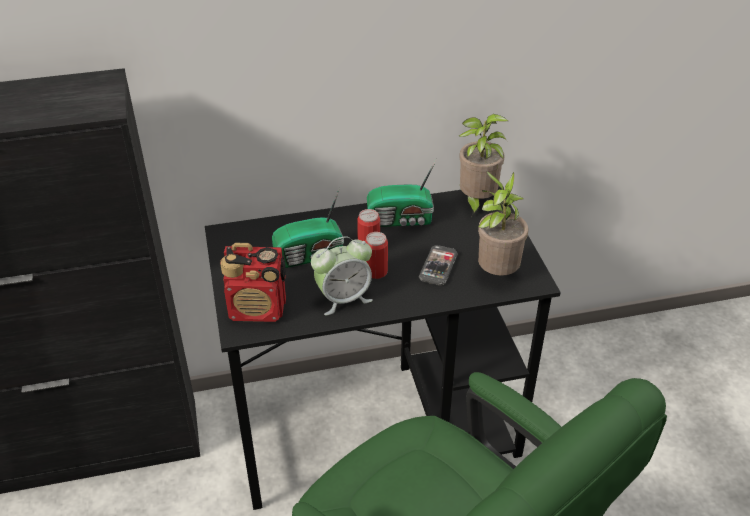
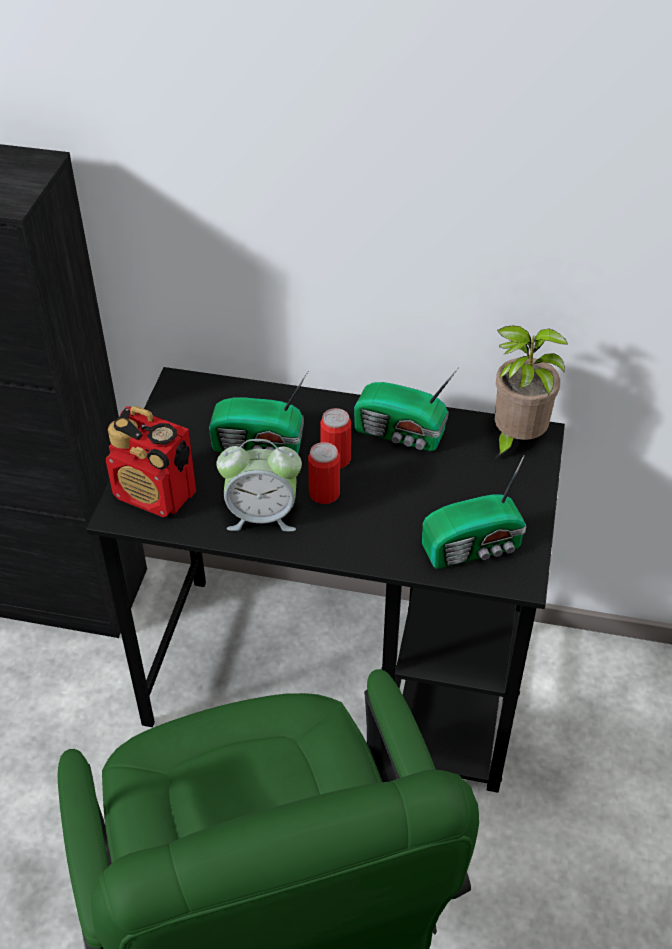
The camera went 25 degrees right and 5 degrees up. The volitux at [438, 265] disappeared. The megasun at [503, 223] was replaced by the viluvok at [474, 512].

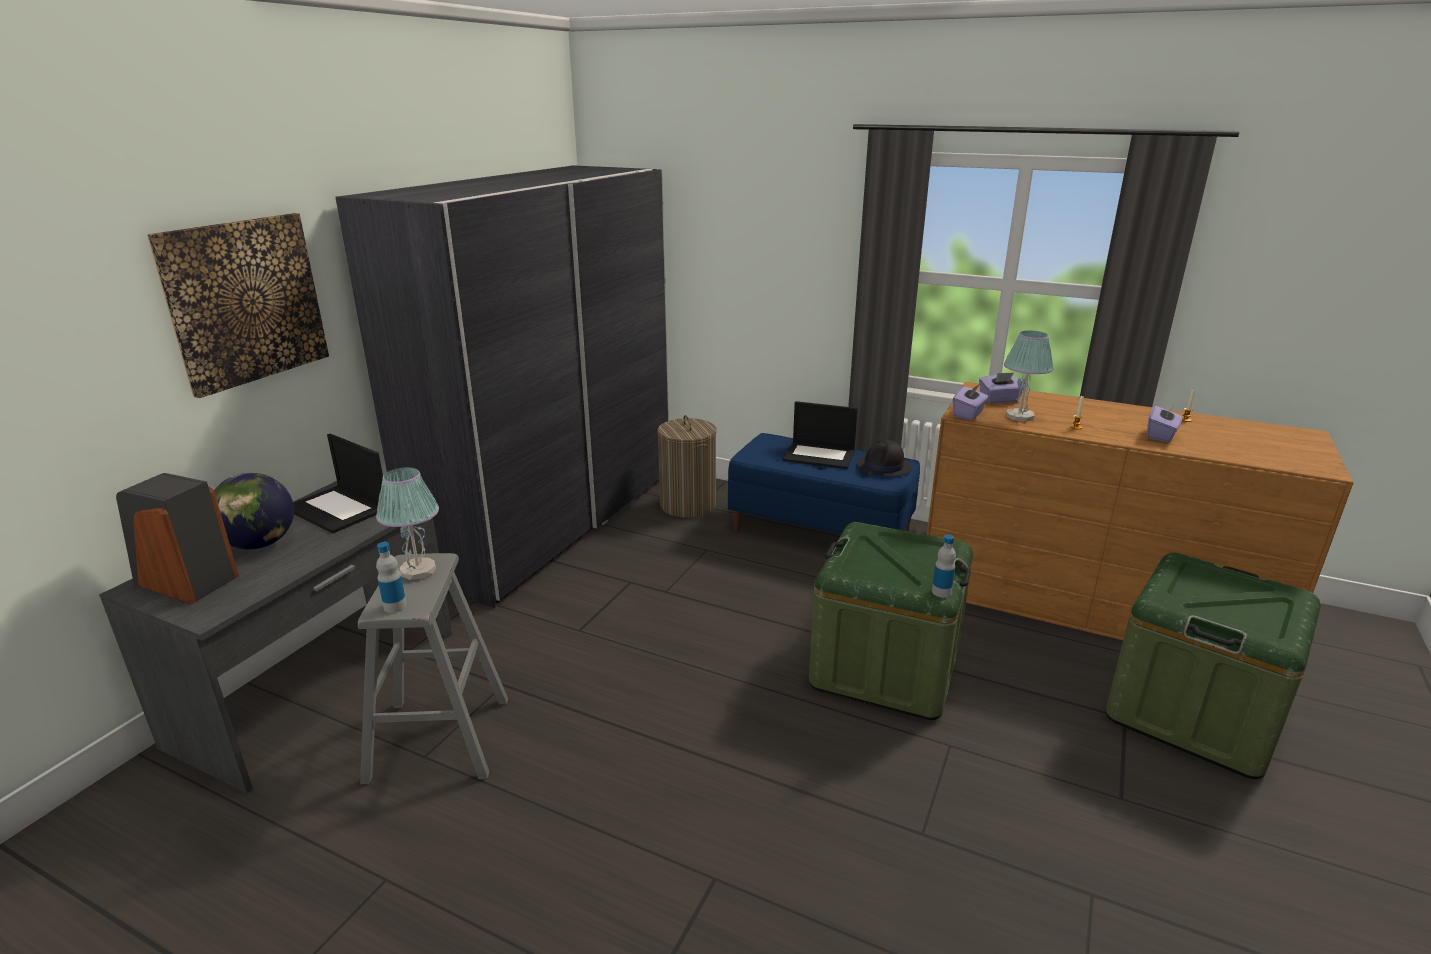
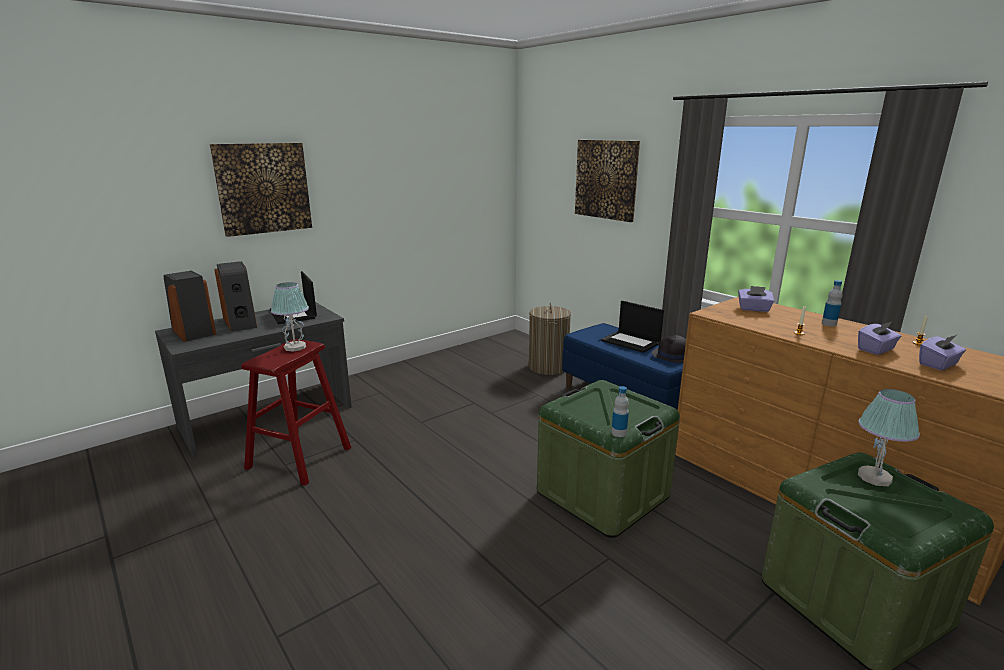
The camera went 25 degrees right and 5 degrees down. The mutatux at [254, 511] was replaced by the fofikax at [235, 296]. The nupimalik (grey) at [502, 386] disappeared. The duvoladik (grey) at [433, 668] became the duvoladik (red) at [296, 412]. The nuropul moved from [391, 577] to [832, 303]. The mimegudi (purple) moved from [970, 402] to [942, 352]. The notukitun moved from [1029, 376] to [889, 437]. The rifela at [607, 181] appeared.

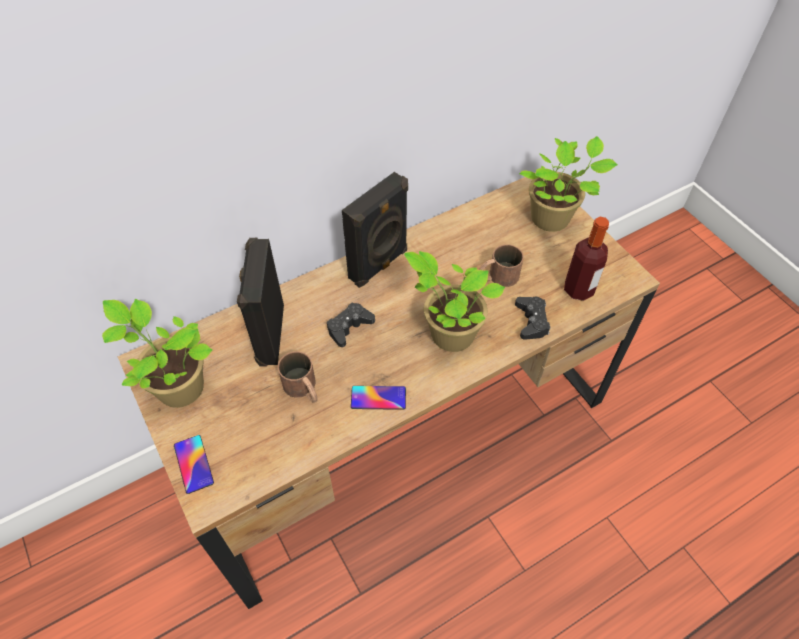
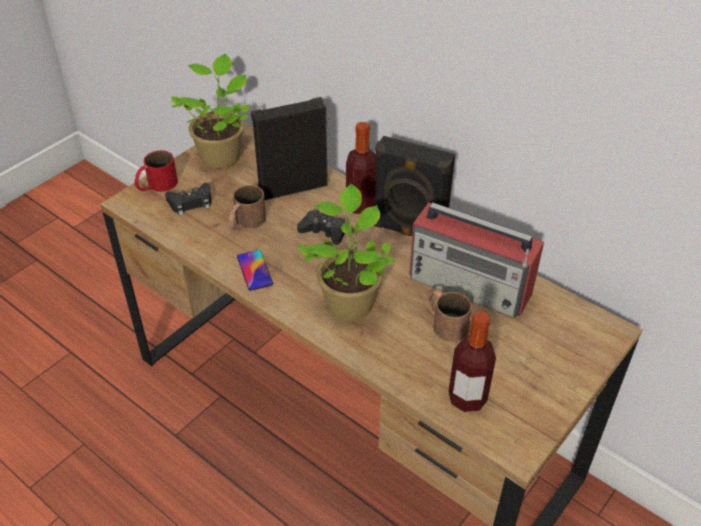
The camera went 70 degrees right and 10 degrees down. The volitux at [194, 464] was replaced by the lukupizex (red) at [156, 171]. The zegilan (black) moved from [532, 318] to [188, 199]. The megasun at [568, 184] disappeared. The nuropul at [361, 168] appeared. The viluvok at [476, 260] appeared.

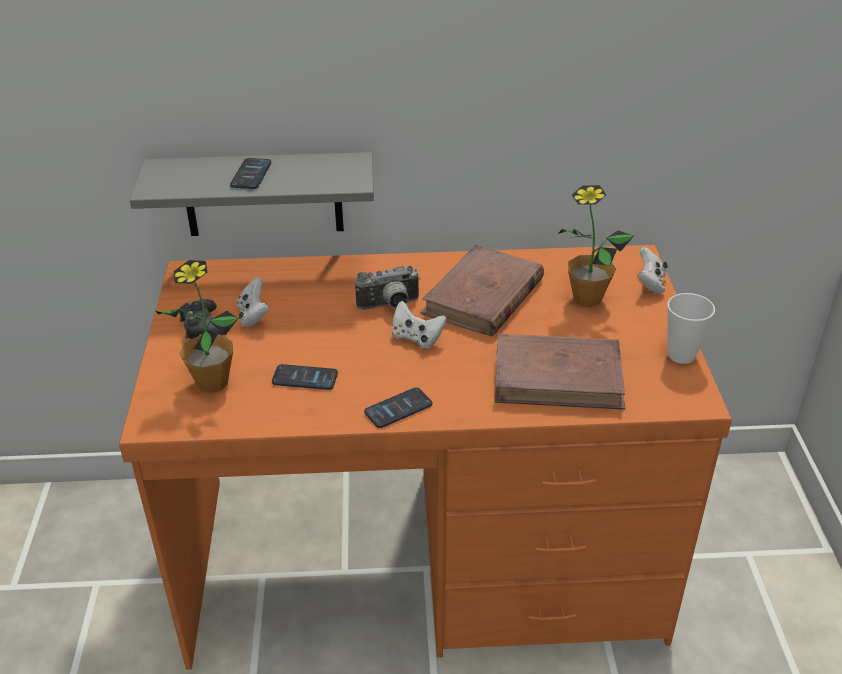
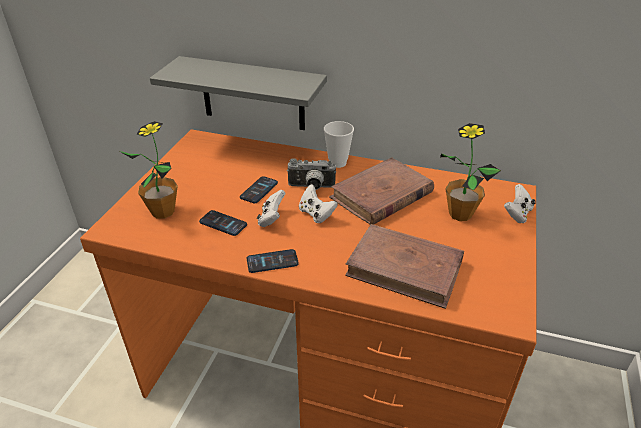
The camera went 20 degrees right and 0 degrees up. The zegilan (black) at [201, 319] disappeared. The volitux moved from [250, 173] to [259, 189]. The zegilan (white) moved from [253, 302] to [271, 208]. The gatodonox moved from [691, 328] to [339, 144].

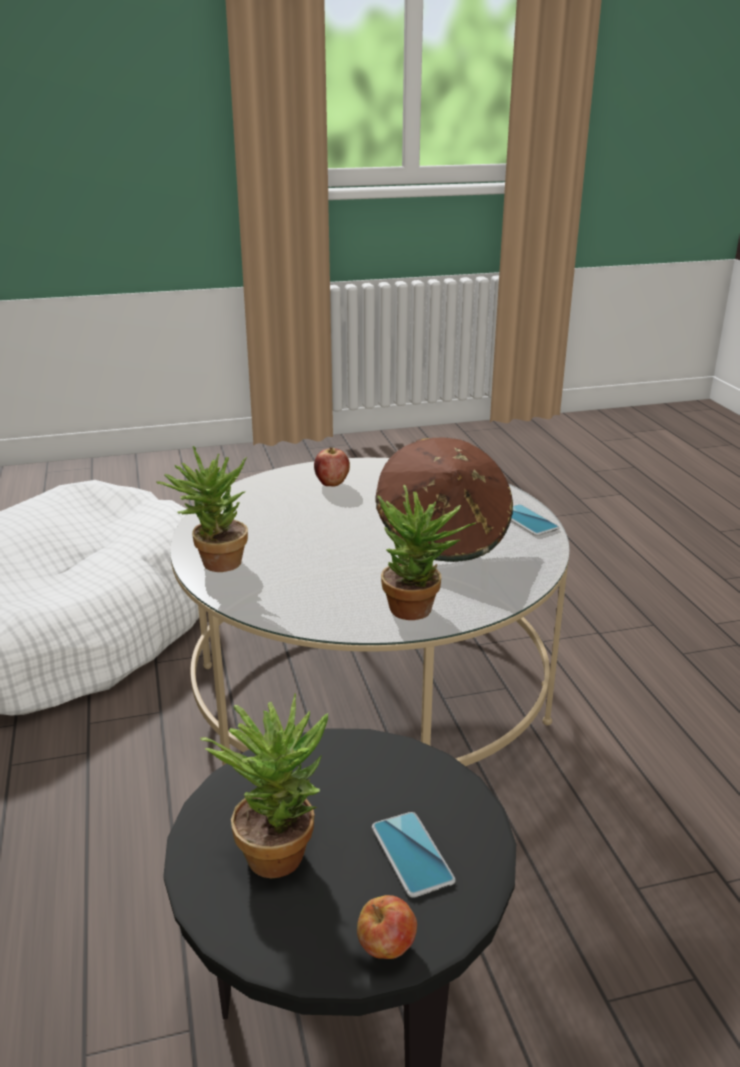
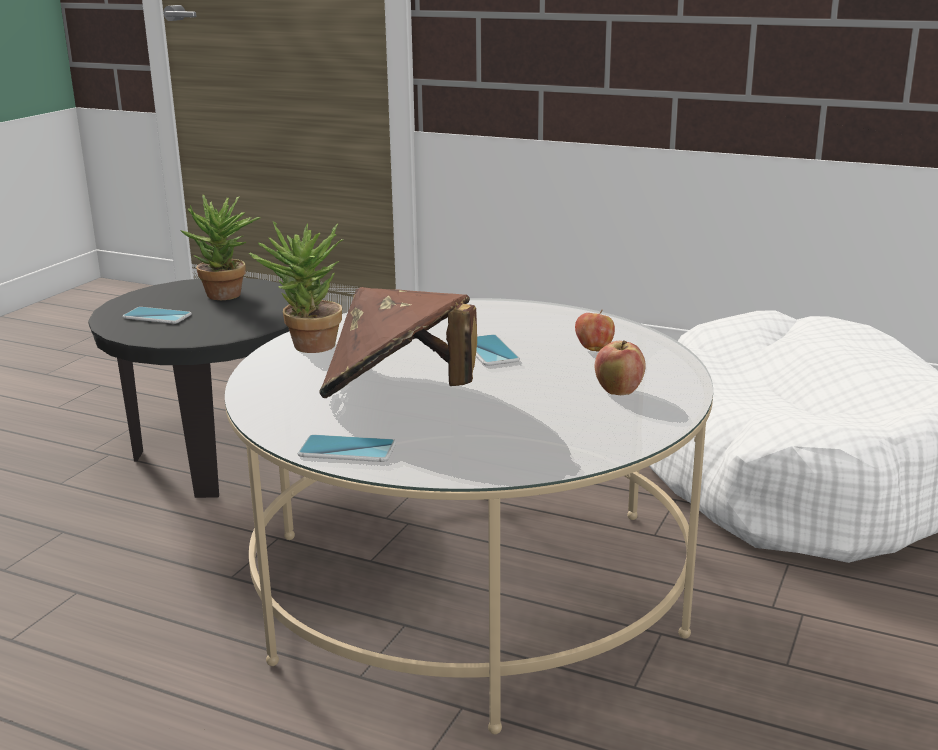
The camera went 130 degrees right and 5 degrees down. The megasun at [202, 509] disappeared. The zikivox moved from [387, 927] to [595, 330]. The volitux at [498, 350] appeared.

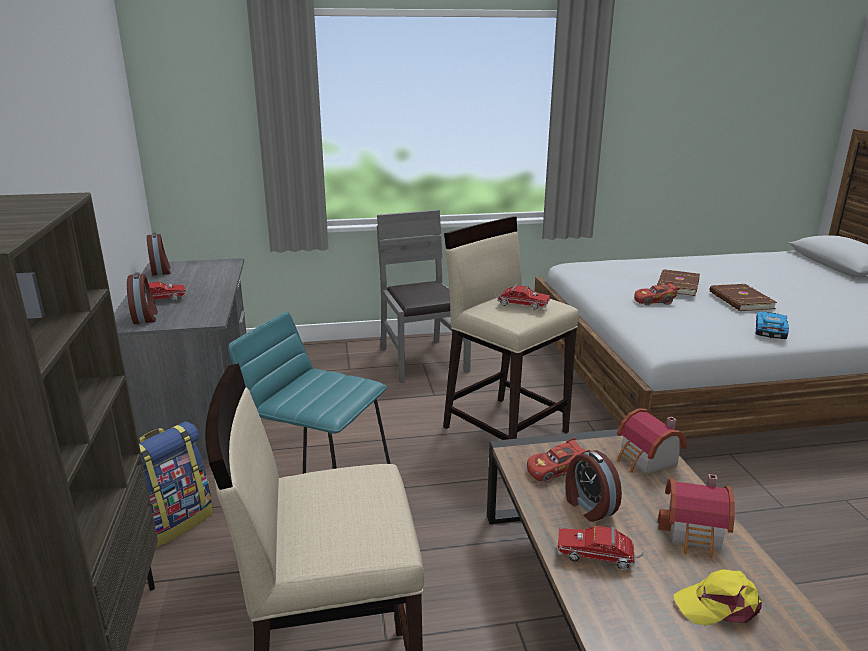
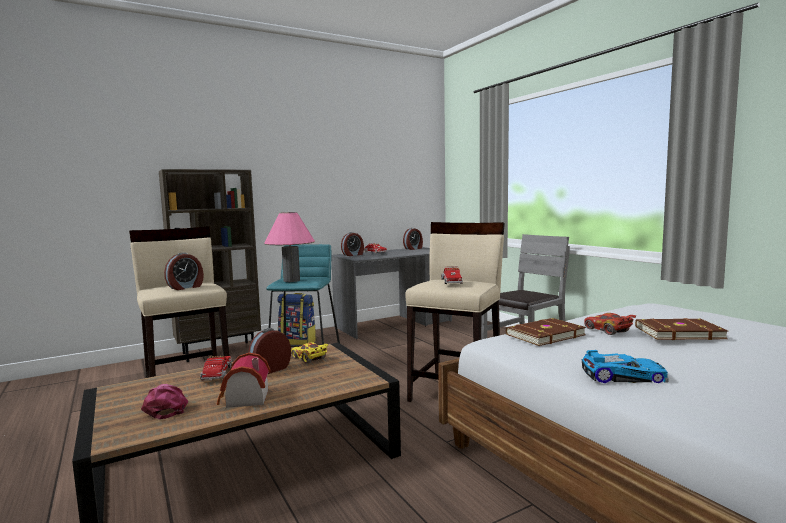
The camera went 70 degrees right and 15 degrees down. The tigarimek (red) at [558, 460] became the tigarimek (yellow) at [309, 352]. The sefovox at [652, 441] disappeared. The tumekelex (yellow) at [717, 597] became the tumekelex (pink) at [164, 401]. The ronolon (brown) moved from [743, 297] to [546, 332]. The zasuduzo at [184, 271] appeared. The notukitun (pink) at [289, 247] appeared.

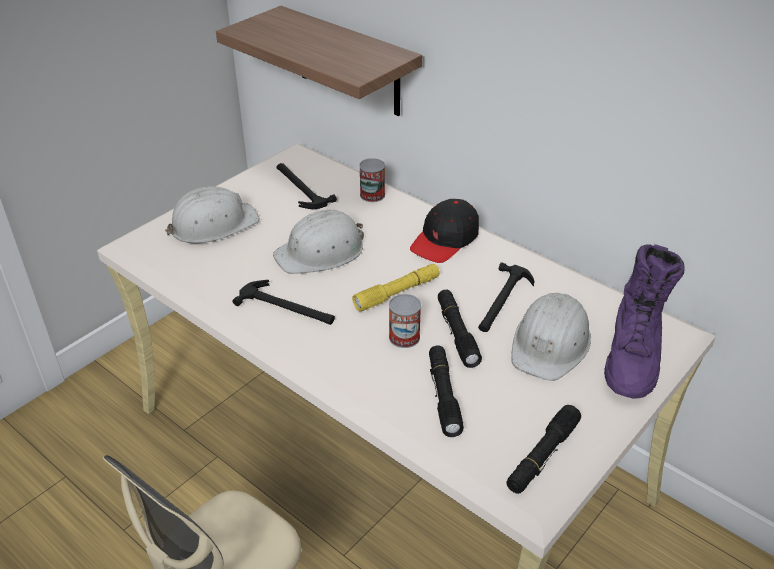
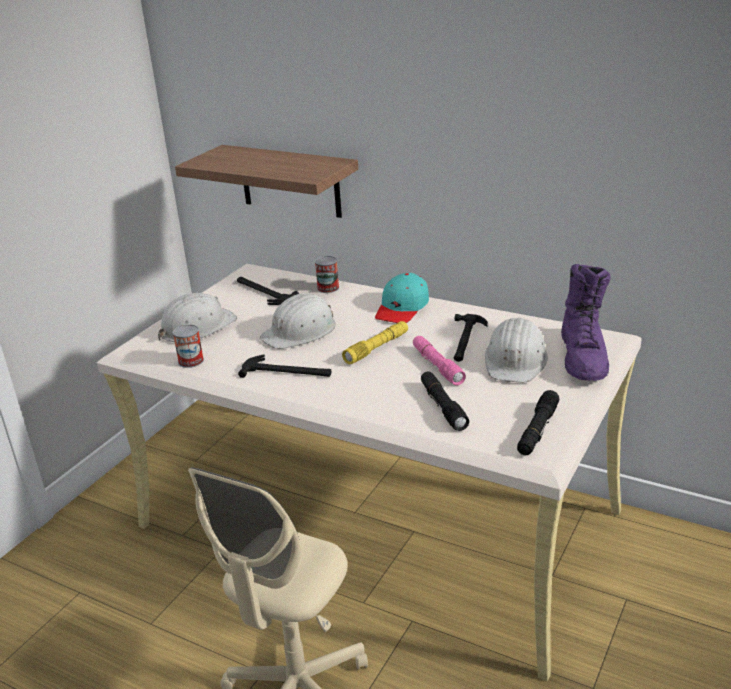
The camera went 10 degrees left and 10 degrees down. The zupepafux moved from [405, 321] to [188, 346]. The tumekelex (black) at [444, 231] became the tumekelex (turquoise) at [402, 298]. The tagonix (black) at [460, 329] became the tagonix (pink) at [439, 360].

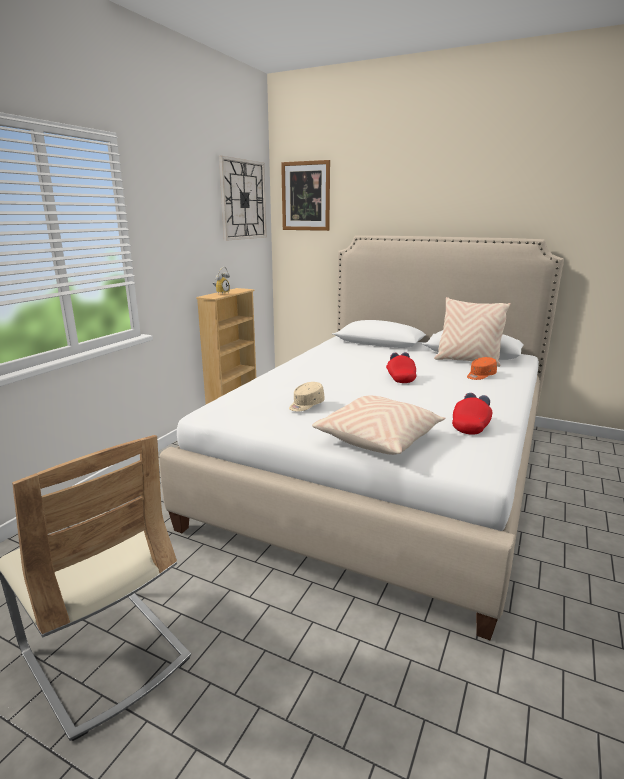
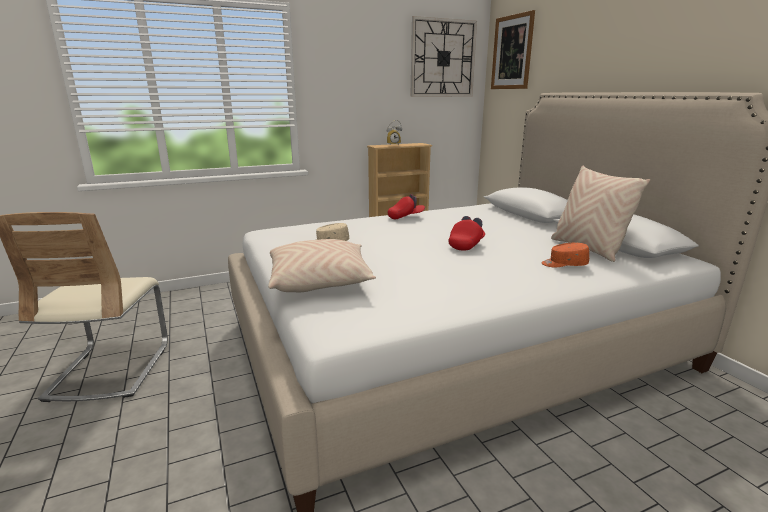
The camera went 40 degrees right and 0 degrees up. The tumekelex (red) moved from [472, 413] to [406, 206].

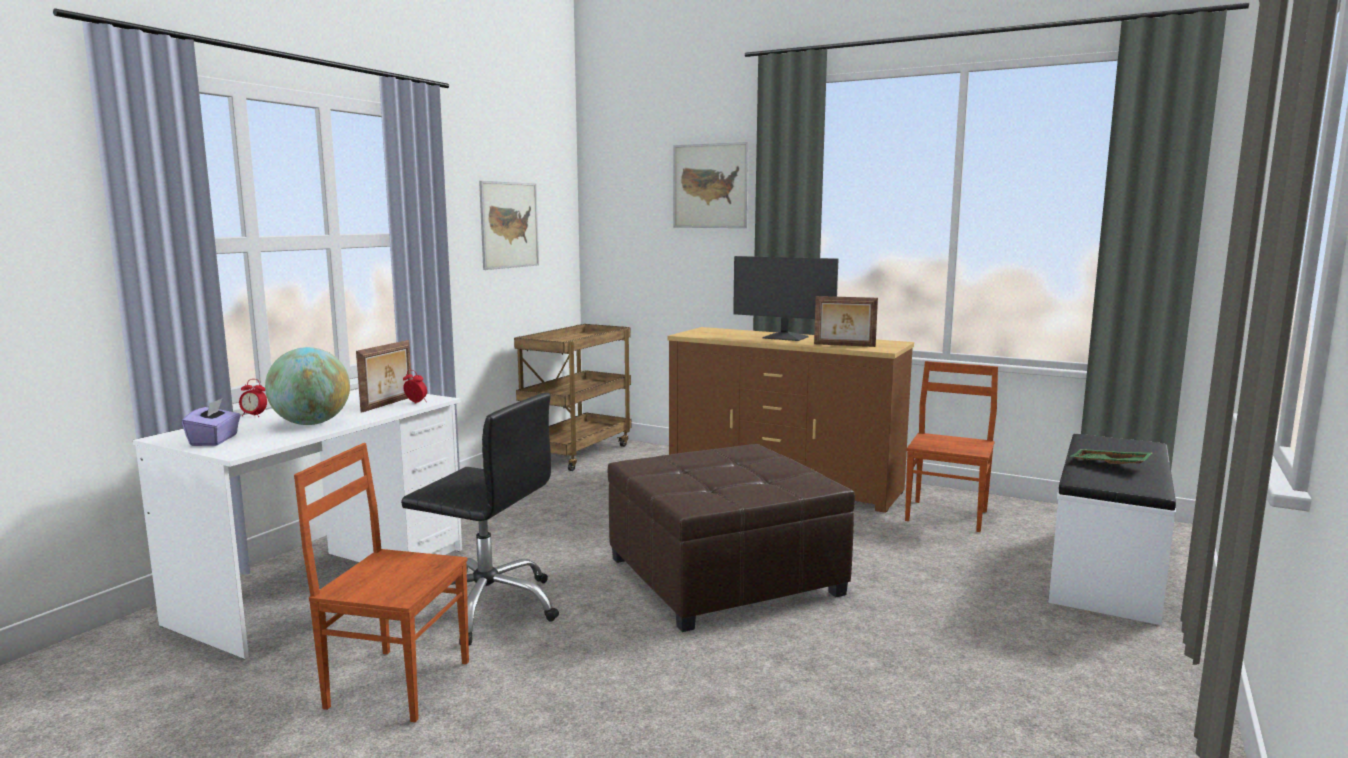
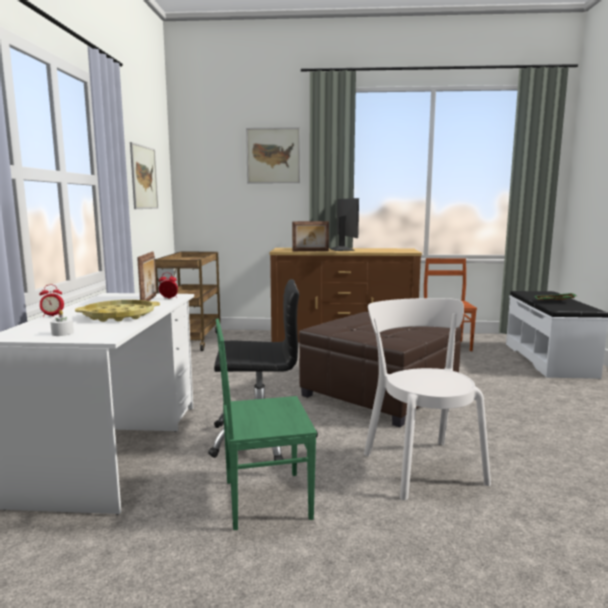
The camera went 25 degrees left and 0 degrees up. The mimegudi (purple) at [211, 422] was replaced by the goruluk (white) at [62, 323]. The mutatux at [307, 386] was replaced by the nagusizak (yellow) at [117, 311]. The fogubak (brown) at [381, 582] became the fogubak (green) at [266, 424]. The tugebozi at [785, 298] turned 105 degrees counterclockwise. The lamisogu moved from [846, 321] to [310, 236]. The fogubak (white) at [427, 399] appeared.

